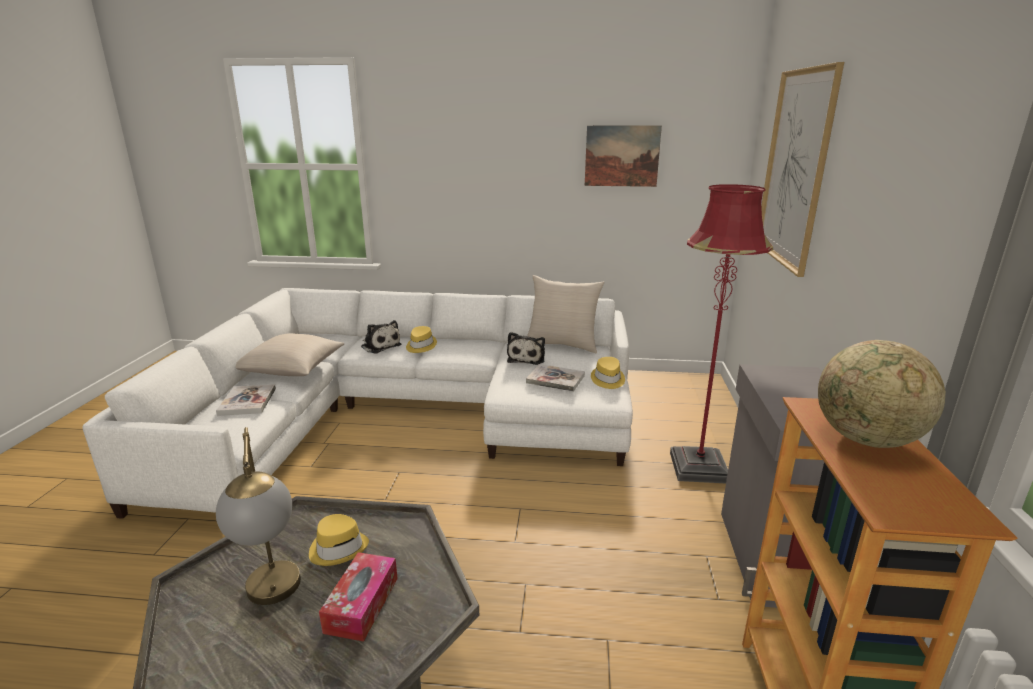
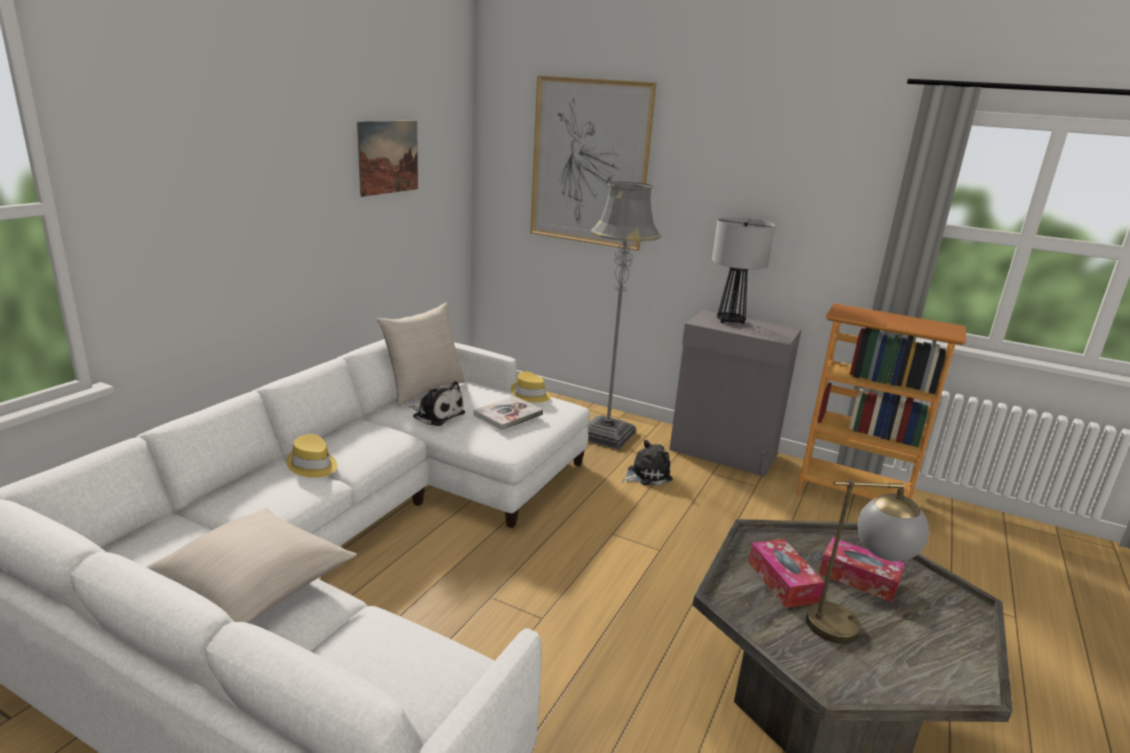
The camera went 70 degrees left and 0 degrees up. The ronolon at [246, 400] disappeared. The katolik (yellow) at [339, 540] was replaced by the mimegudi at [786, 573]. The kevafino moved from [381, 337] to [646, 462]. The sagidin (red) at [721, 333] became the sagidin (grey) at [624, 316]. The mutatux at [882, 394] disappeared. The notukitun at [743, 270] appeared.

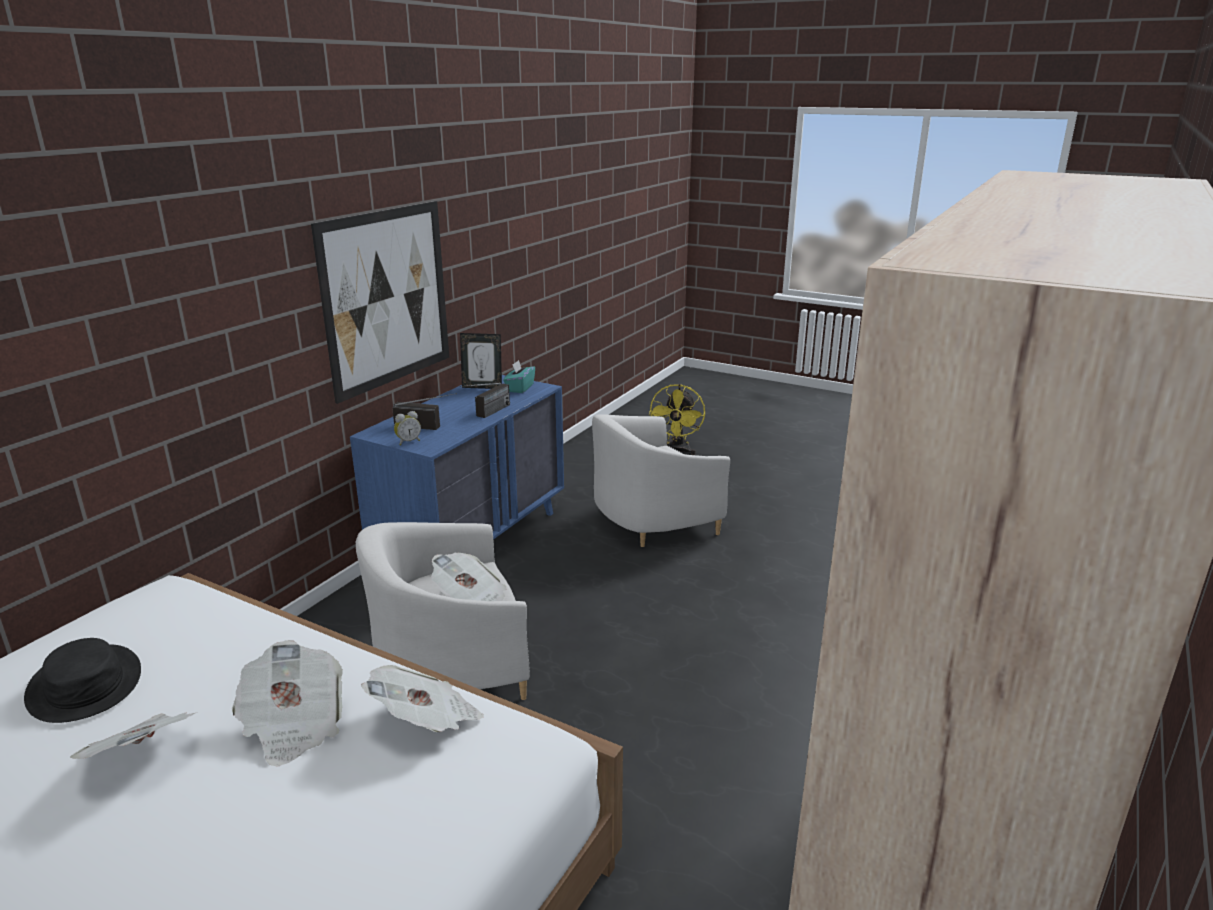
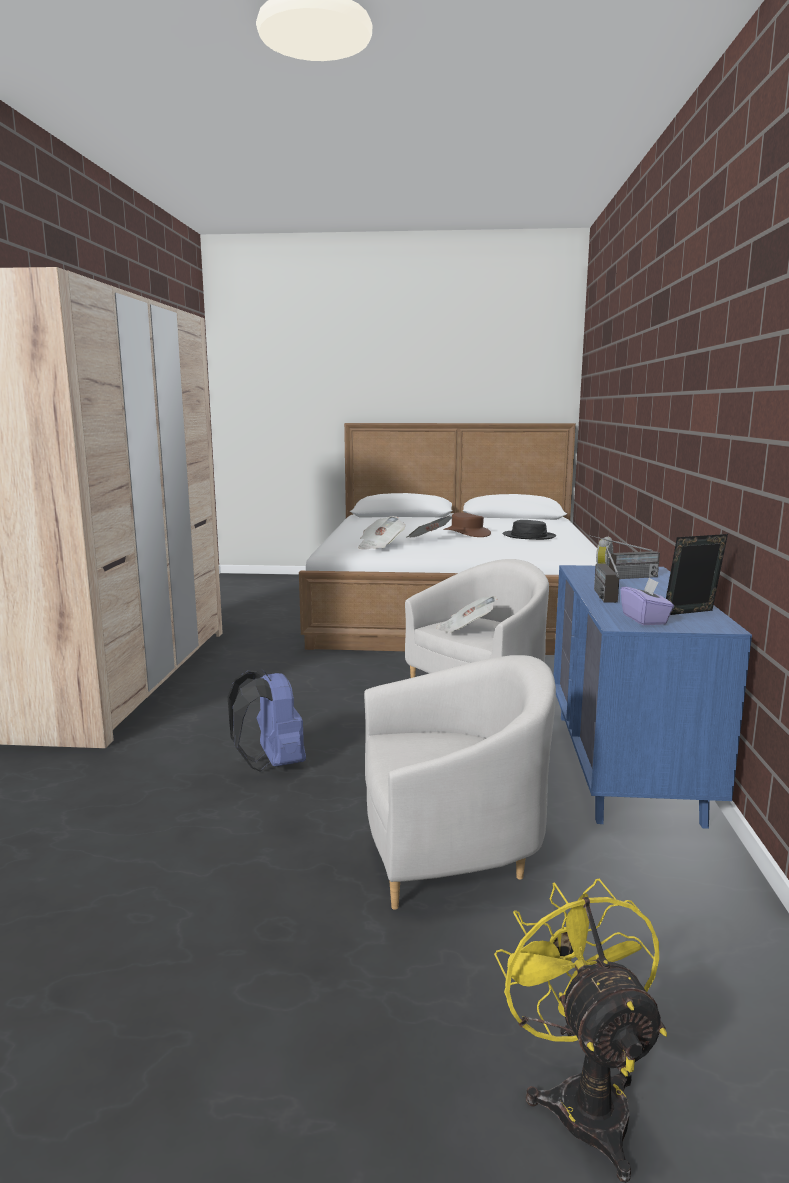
The camera went 155 degrees right and 10 degrees down. The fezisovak at [132, 736] was replaced by the katolik (brown) at [467, 524]. The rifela at [380, 302] disappeared. The mimegudi (turquoise) at [519, 376] became the mimegudi (purple) at [647, 601]. The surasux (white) at [661, 480] turned 45 degrees clockwise. The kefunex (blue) at [266, 720] appeared.

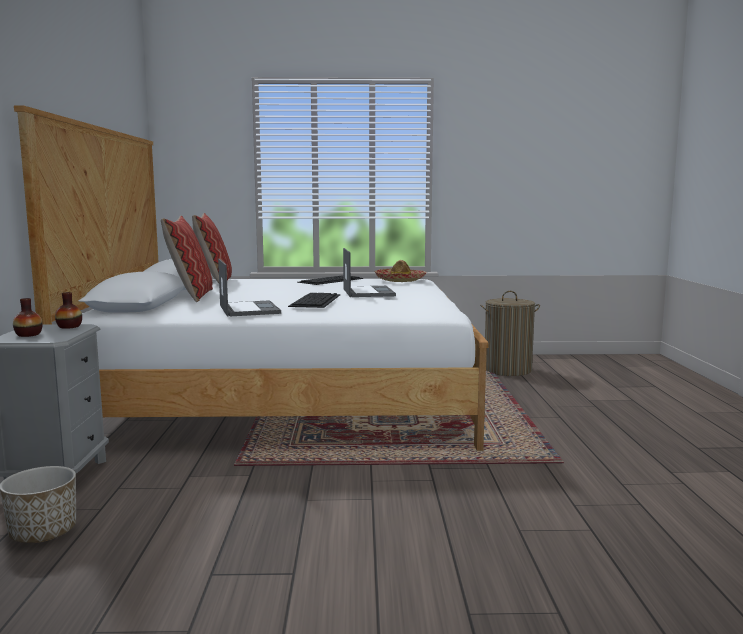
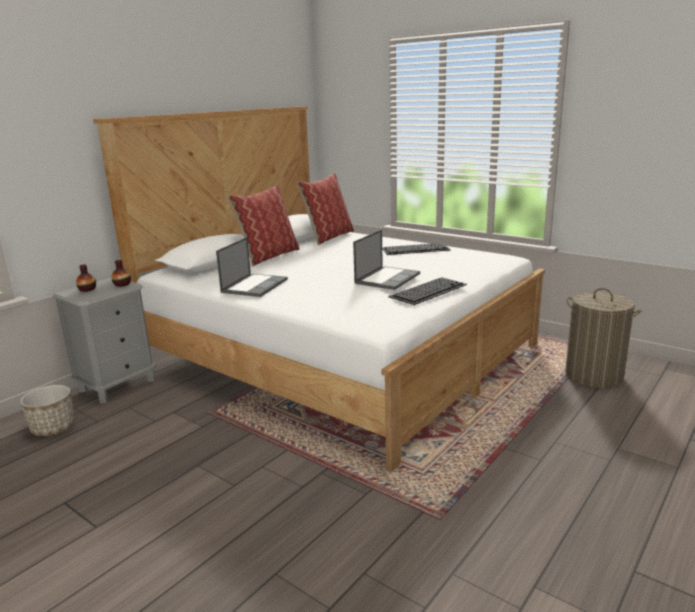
The camera went 40 degrees right and 10 degrees up. The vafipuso moved from [314, 300] to [427, 291]. The katolik at [400, 271] disappeared.

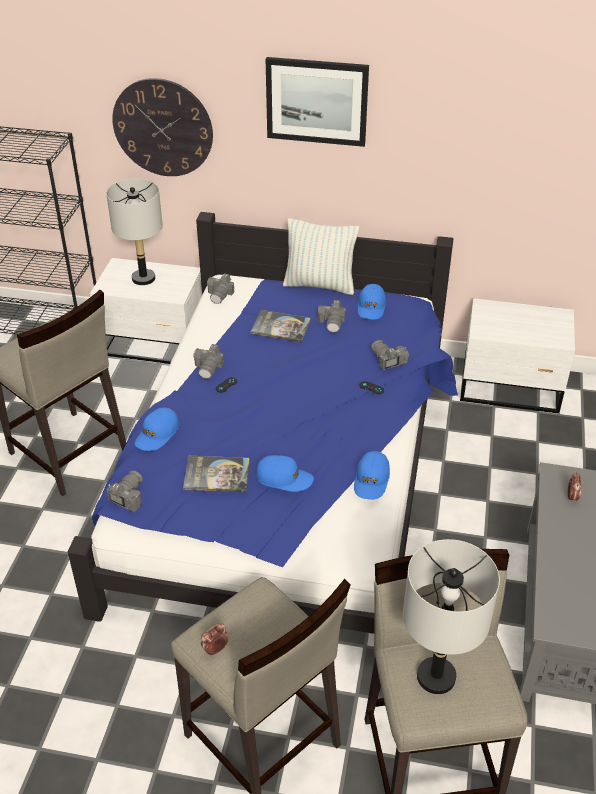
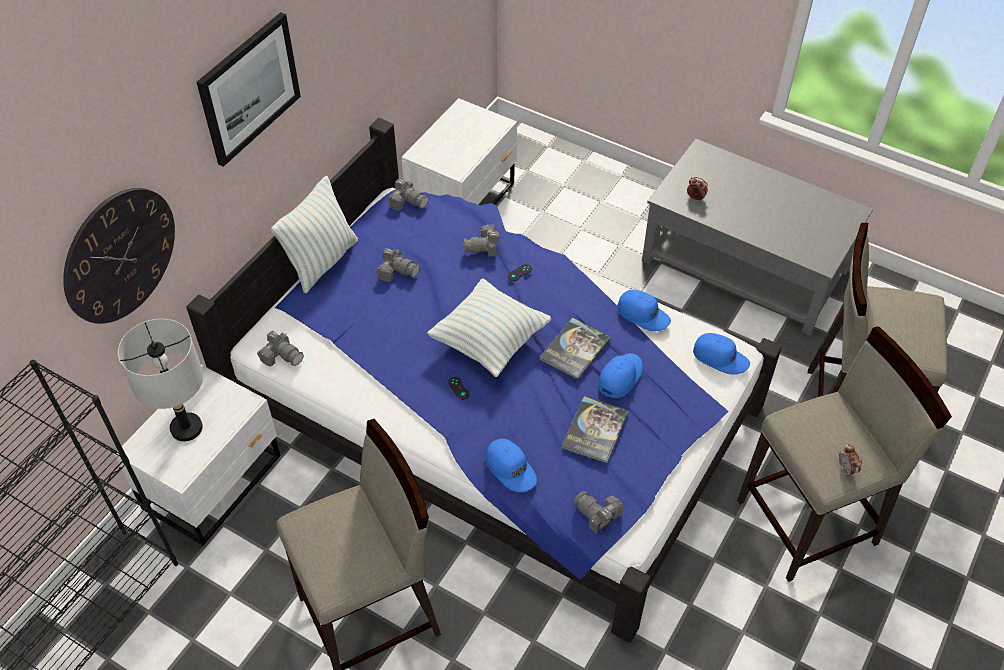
The camera went 70 degrees left and 10 degrees up. The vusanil moved from [209, 361] to [408, 195]. The ronolon moved from [281, 326] to [575, 349]. The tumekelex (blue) moved from [372, 301] to [721, 354]. The notukitun (grey) at [451, 616] disappeared. The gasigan at [489, 327] appeared.

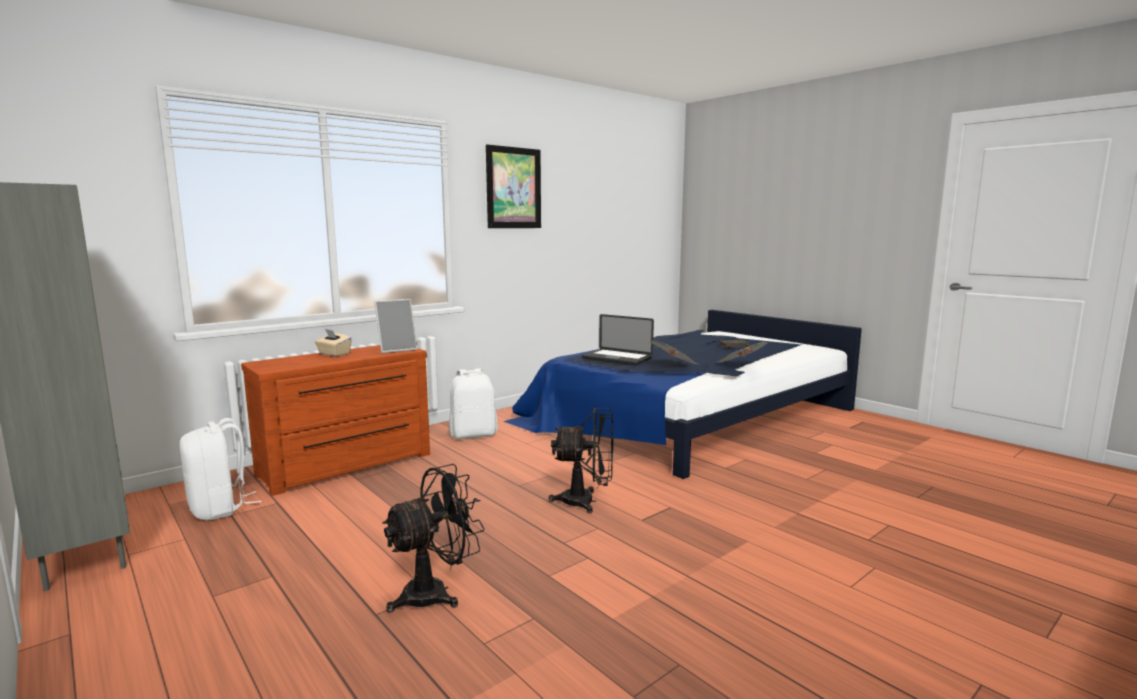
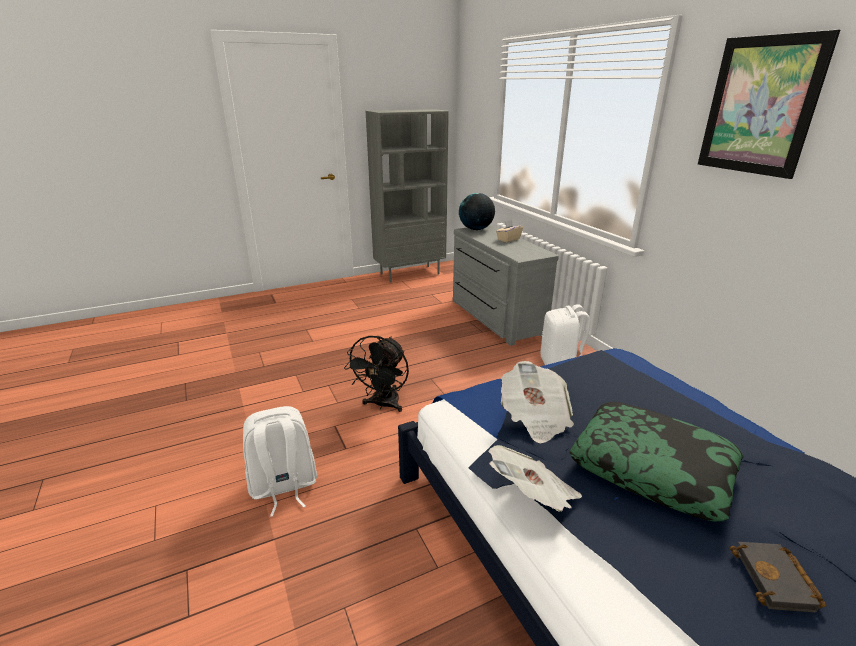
The camera went 105 degrees right and 15 degrees up. The kefunex (white) moved from [221, 469] to [280, 461]. The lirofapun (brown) at [335, 420] became the lirofapun (grey) at [506, 285]. The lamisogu at [396, 326] disappeared. The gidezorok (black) at [434, 538] disappeared. The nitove at [618, 339] disappeared. The mutatux at [477, 211] appeared. The gasigan at [656, 461] appeared.

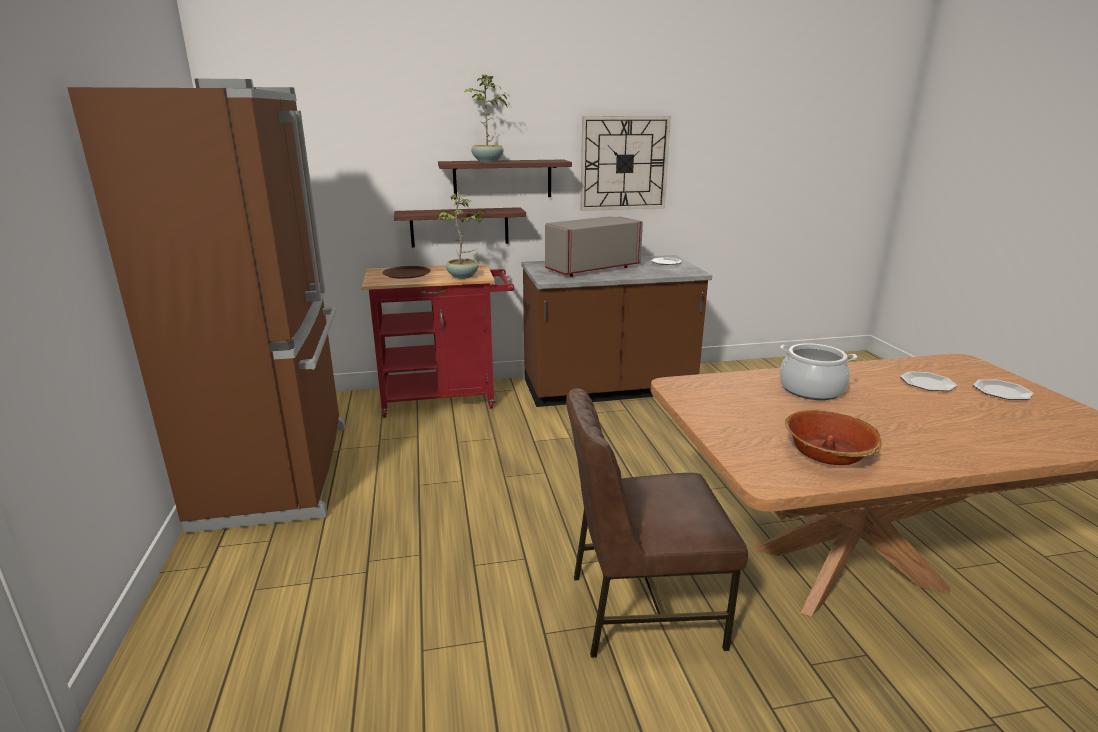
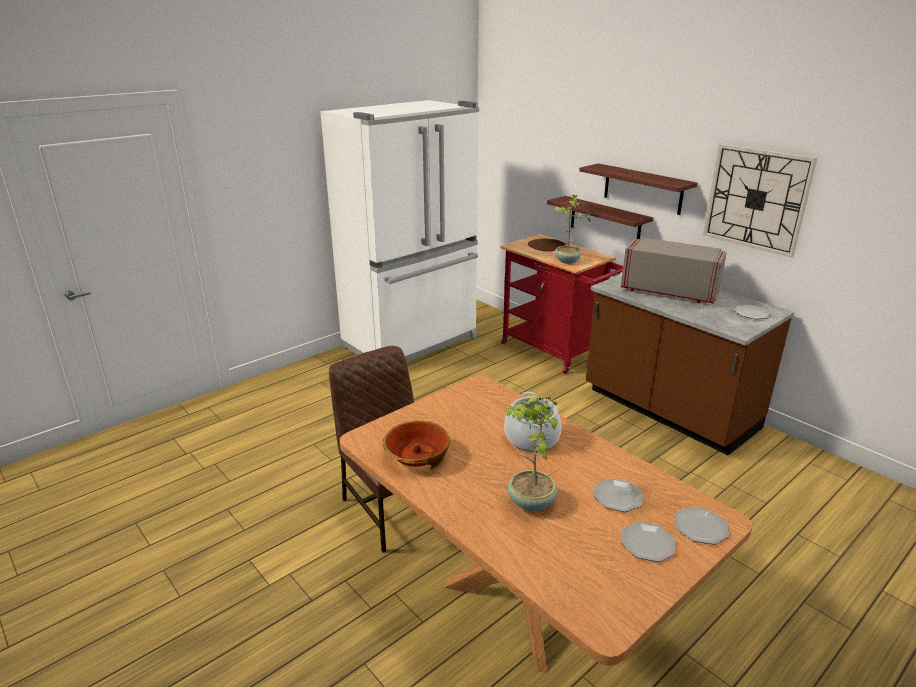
The camera went 60 degrees right and 5 degrees up. The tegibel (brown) at [206, 306] became the tegibel (white) at [399, 231]. The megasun moved from [487, 118] to [531, 453]. The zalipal at [701, 526] appeared.

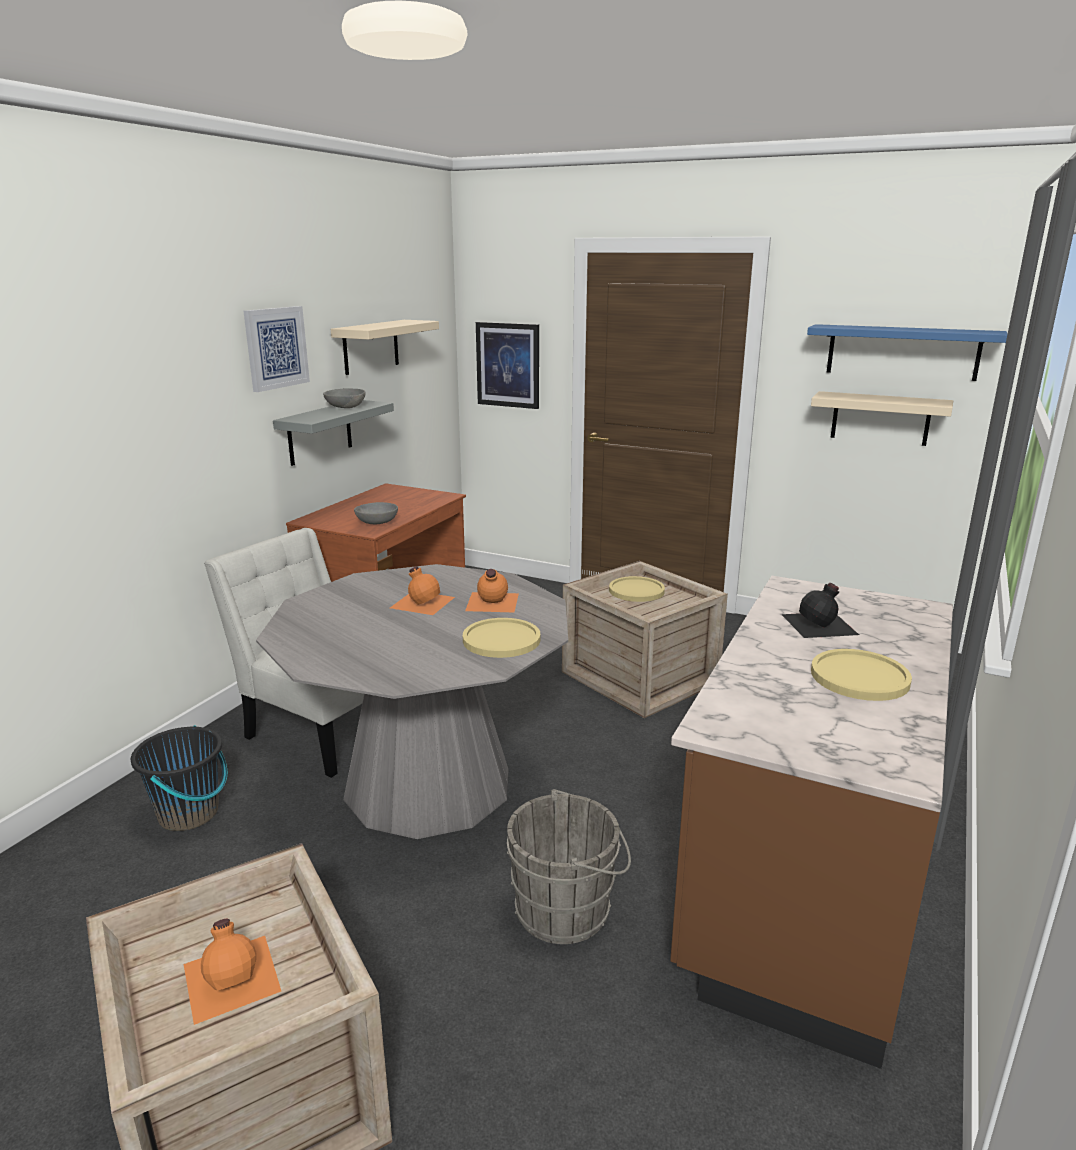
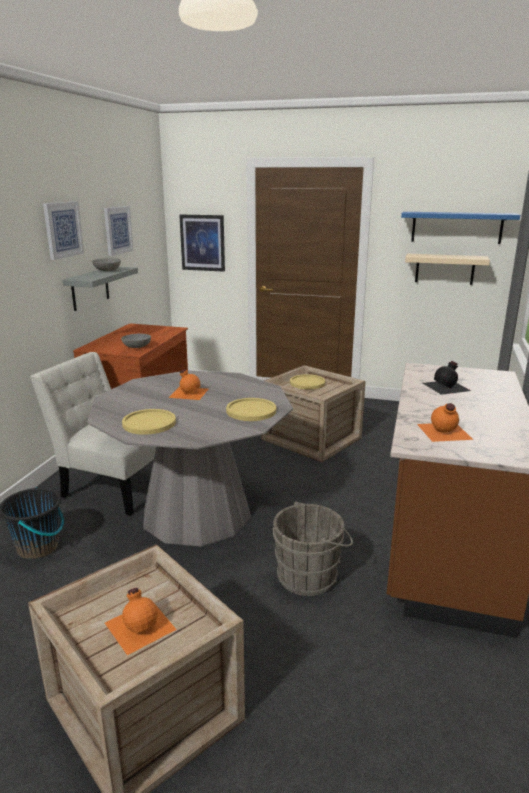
The camera went 10 degrees left and 0 degrees up. The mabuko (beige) at [385, 347] was replaced by the rifela at [118, 231]. The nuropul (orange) moved from [492, 590] to [445, 422]. The zalipal (yellow) moved from [861, 675] to [149, 422].

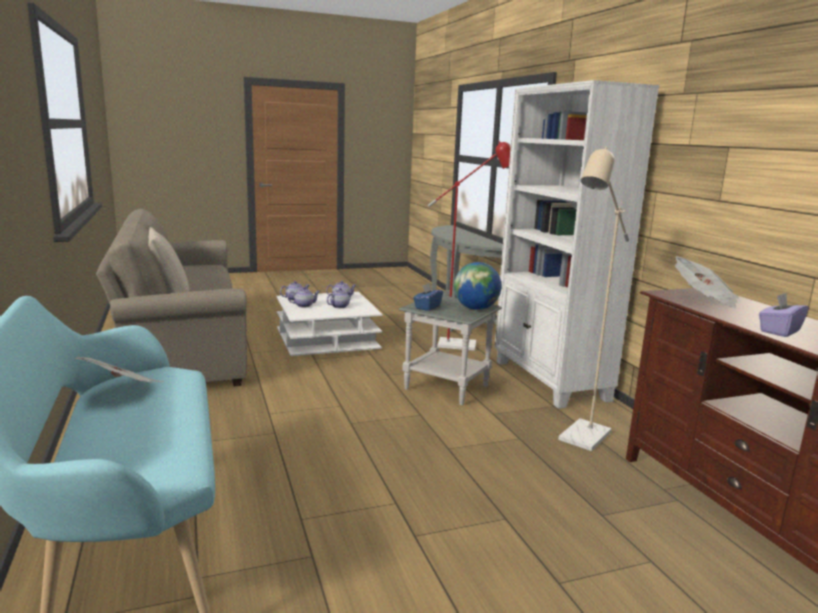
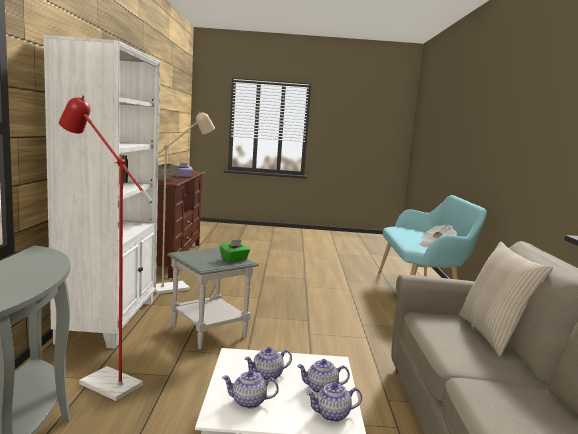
The camera went 160 degrees left and 5 degrees down. The mimegudi (blue) at [428, 297] became the mimegudi (green) at [234, 250]. The mutatux at [478, 286] disappeared.

